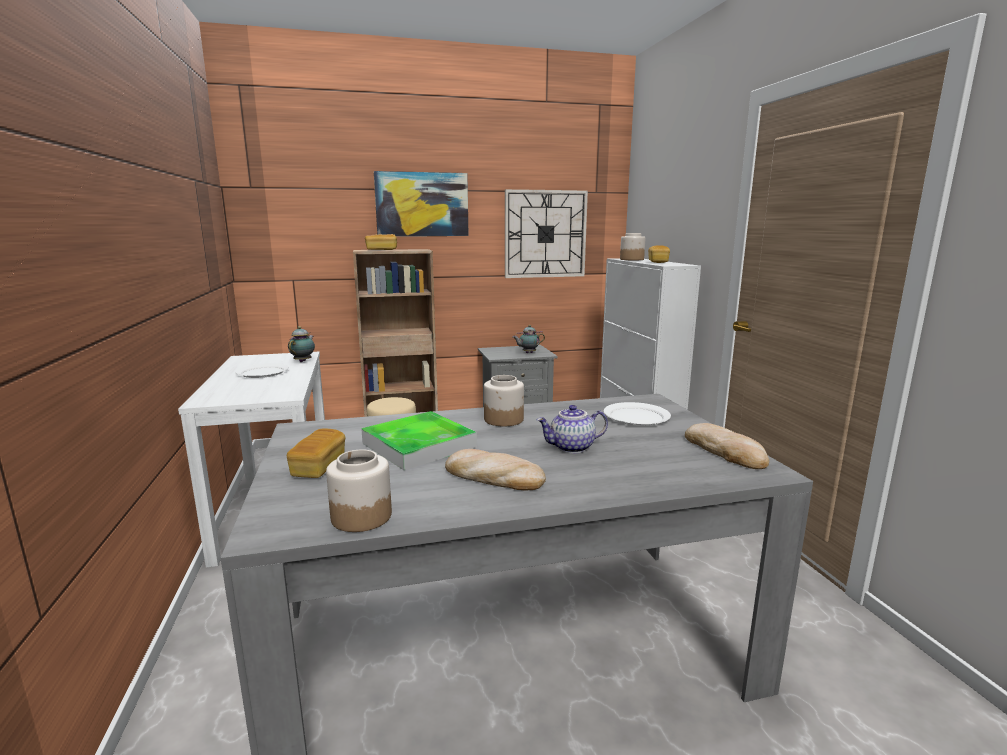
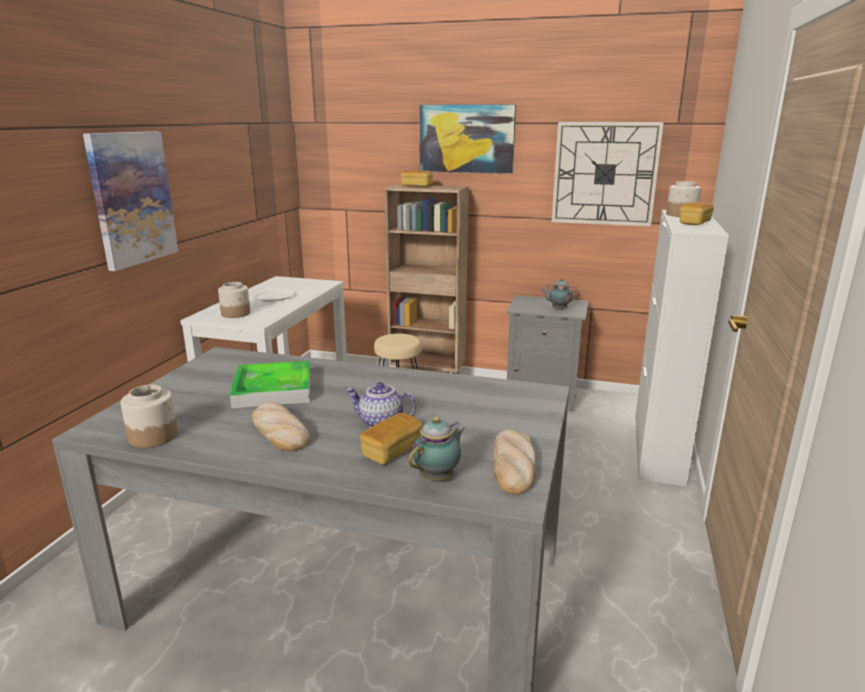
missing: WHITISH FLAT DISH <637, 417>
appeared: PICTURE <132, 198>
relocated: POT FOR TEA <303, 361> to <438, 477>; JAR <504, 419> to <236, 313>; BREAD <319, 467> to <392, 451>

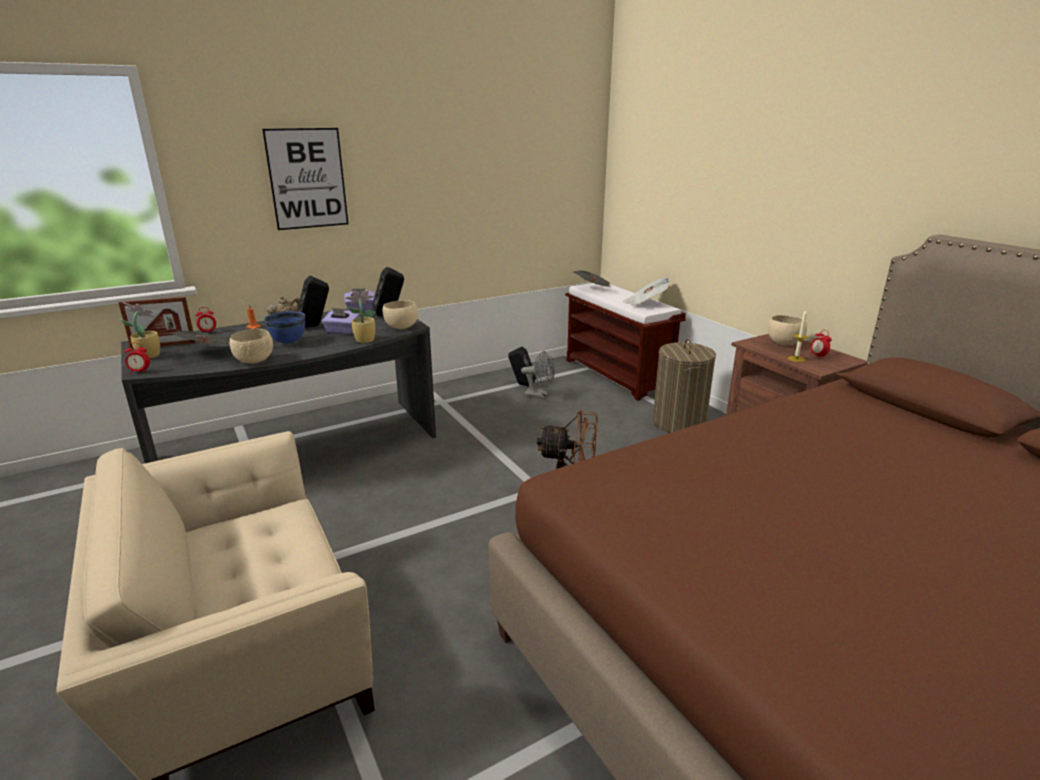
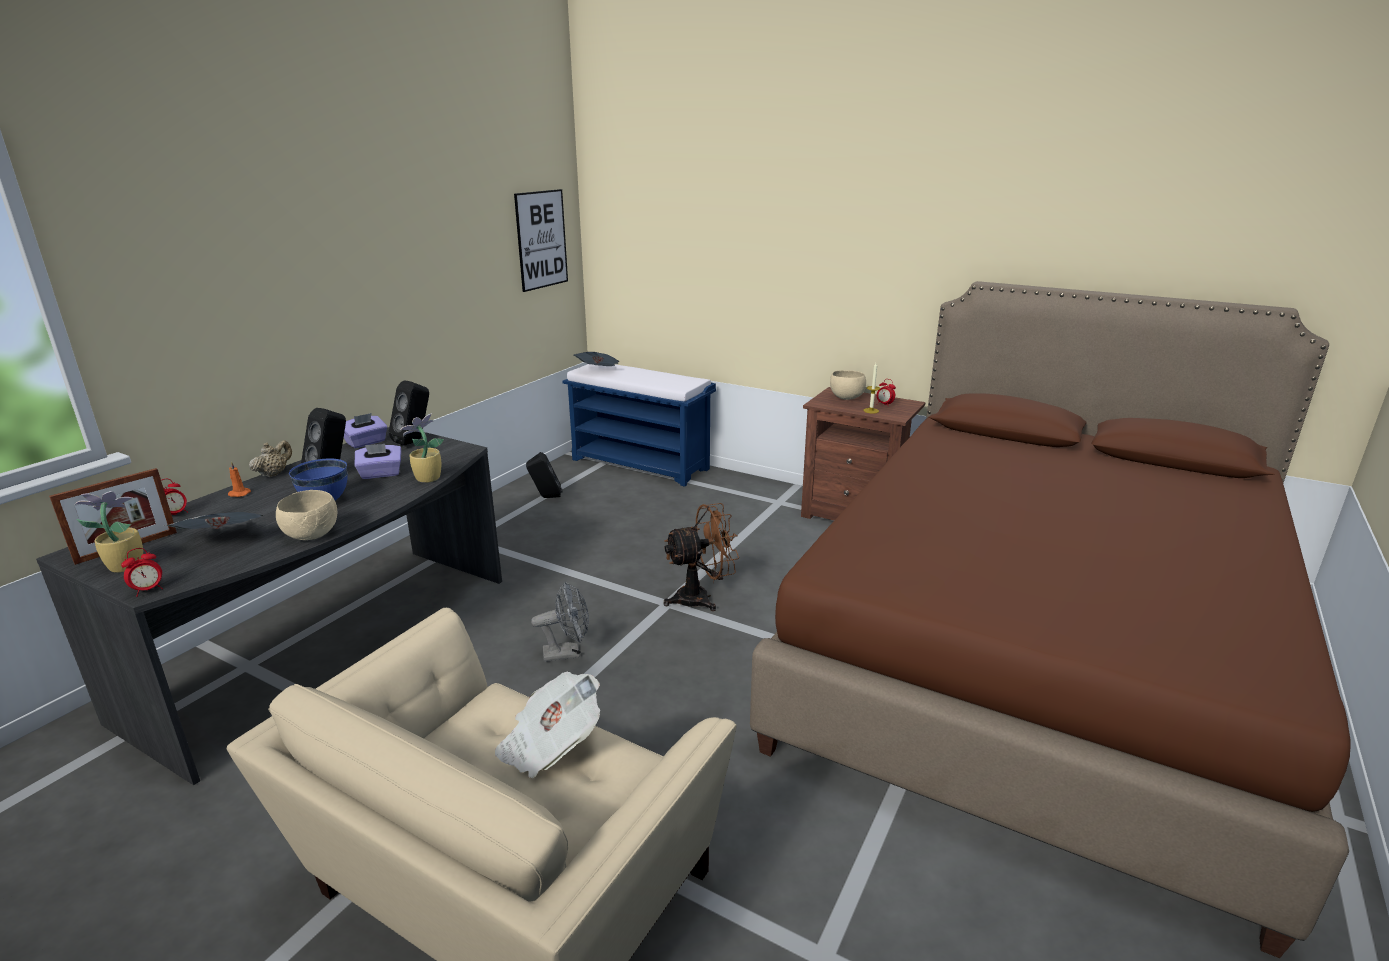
missing: SAND-COLOURED BOWL <400, 328>; HAMPER <678, 423>
relocated: PICTURE <307, 179> to <541, 239>; PRINTED PAPER <645, 303> to <550, 745>; GRAY ELECTRIC FAN <539, 395> to <567, 653>
colour: BROWNISH BENCH <617, 375> to BLUE BENCH <641, 464>

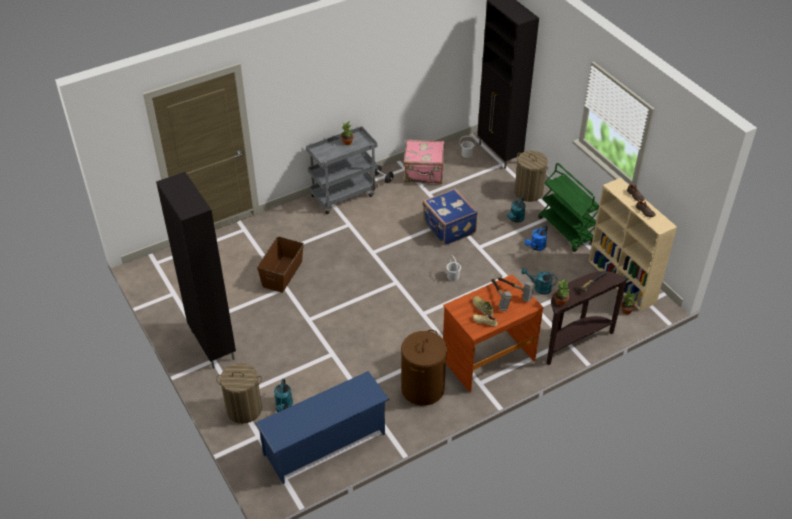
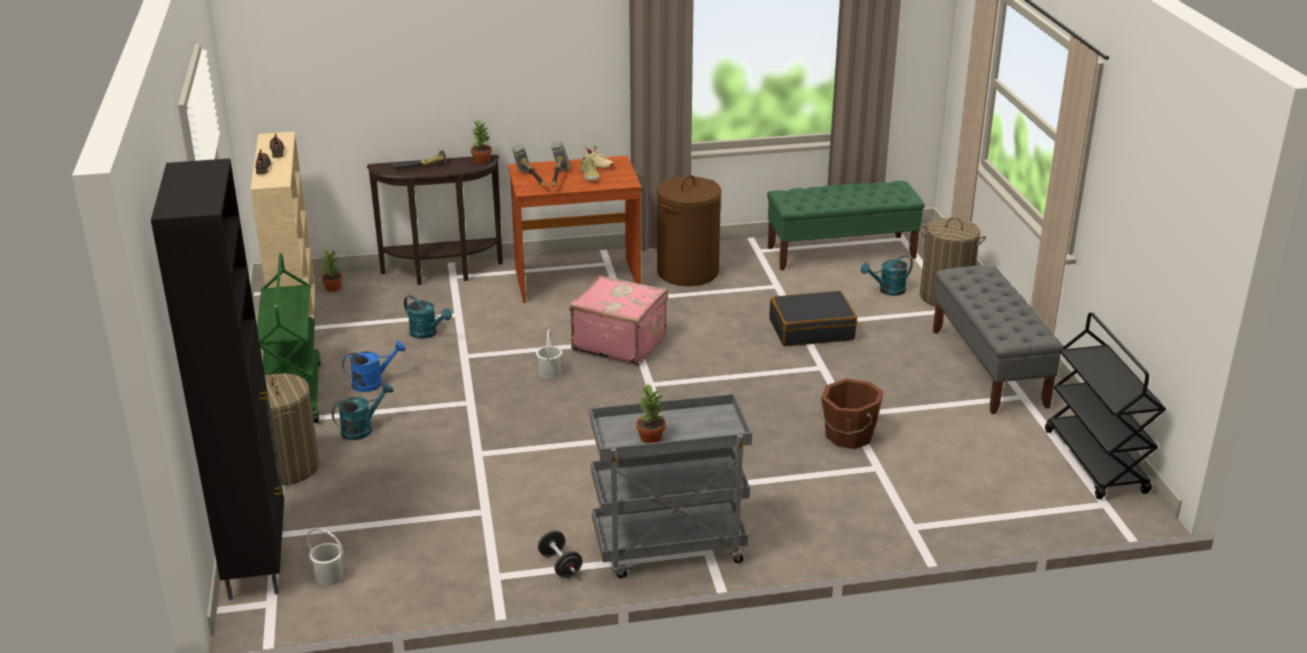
missing: BLUE SUITCASE <448, 228>
appeared: BLACKISH SUITCASE <811, 329>; BLACKISH WHEELED CART <1096, 462>
relocated: PINKISH SUITCASE <424, 173> to <619, 342>
exchanged: BLACKISH CABINET <212, 344> to GRAY BENCH <989, 368>; BROWNISH STORAGE CONTAINER <283, 273> to BROWNISH WATER BUCKET <848, 436>; BLUE SHOE SHELF <325, 444> to GREEN-COLOURED BENCH <841, 252>
spun: TURQUOISE-COLOURED SPRINKLING CAN <284, 405> = <887, 290> 135 degrees counterclockwise

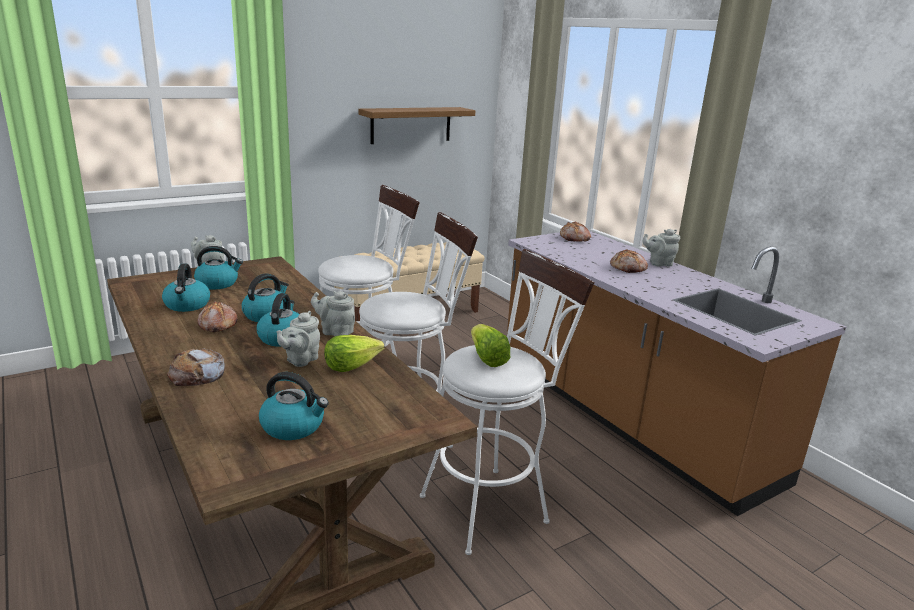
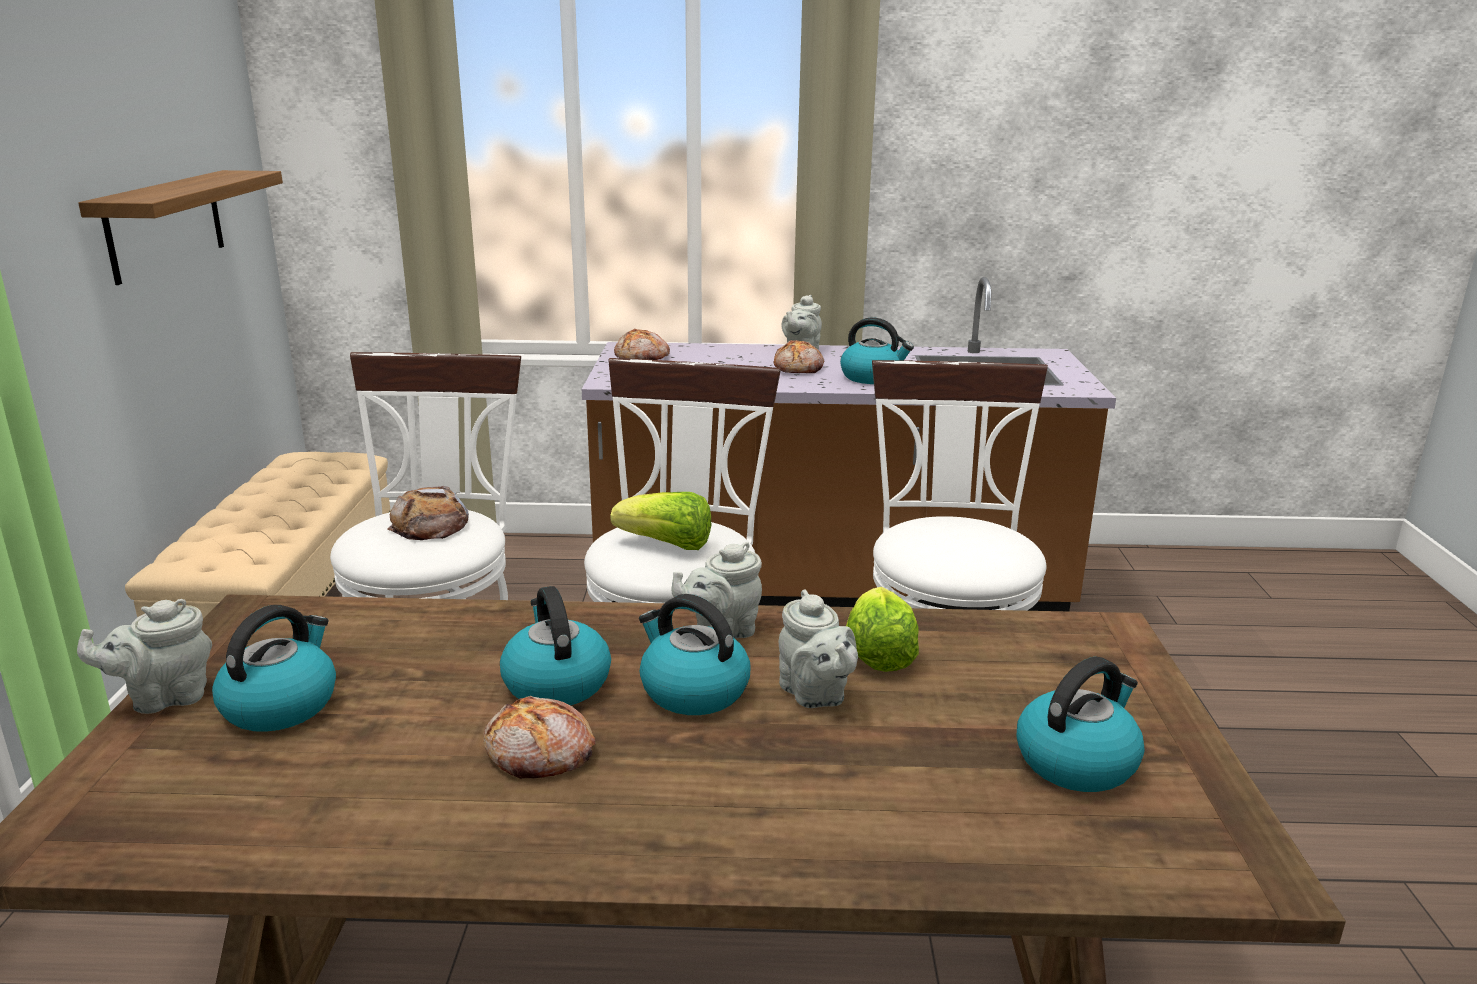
relocated: TEA KETTLE <187, 305> to <872, 377>; LETTUCE <487, 358> to <667, 545>; BREAD <197, 374> to <430, 524>

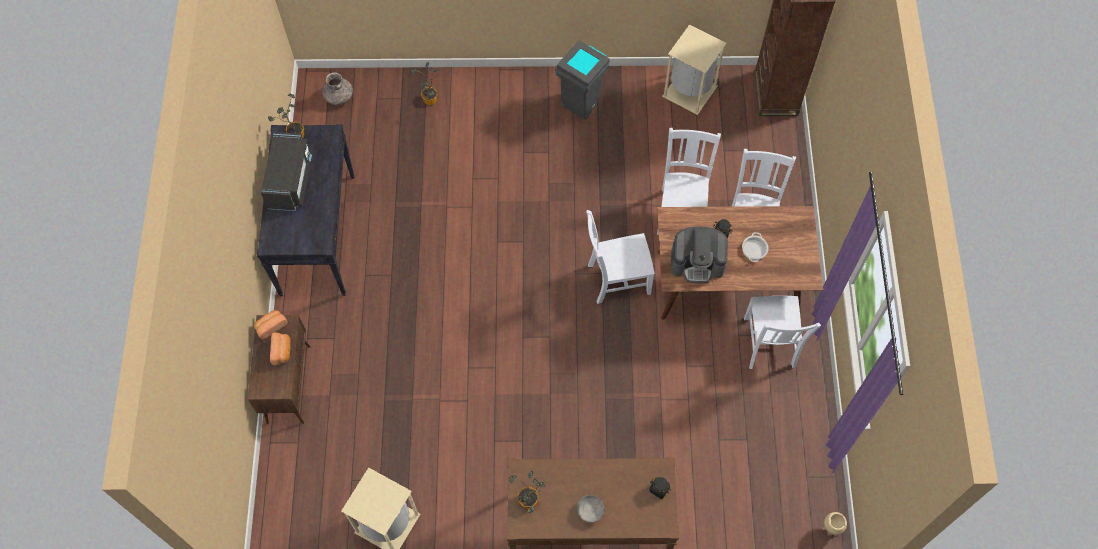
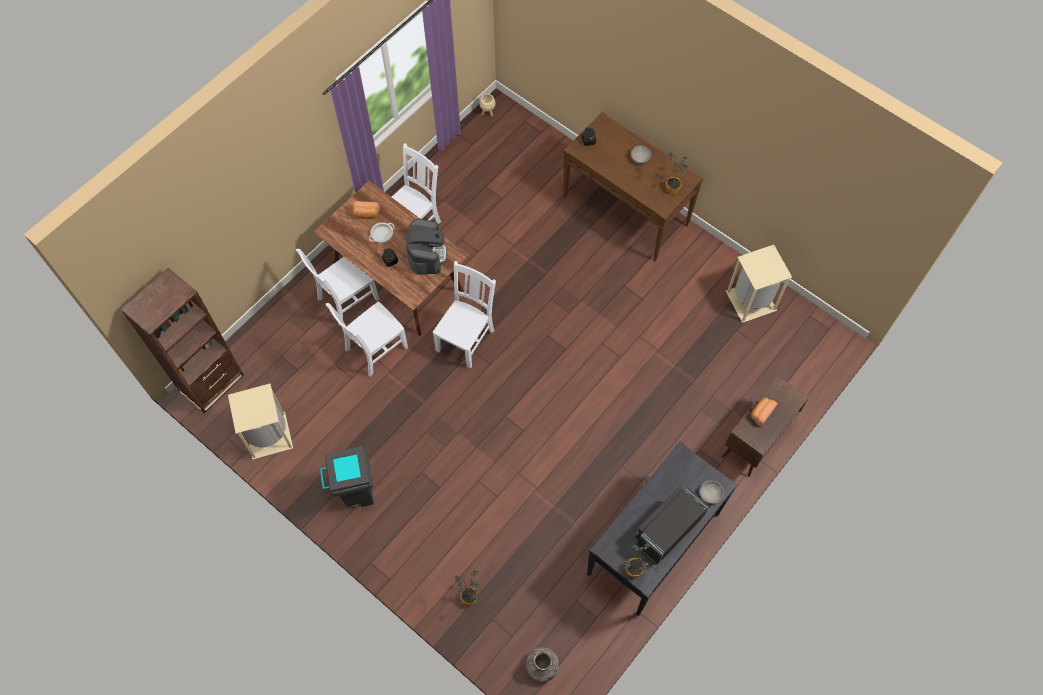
appeared: GRAY BOWL <710, 494>
relocated: BREAD <271, 326> to <366, 214>
spun: WHITISH UPRIGHT CHAIR <616, 279> = <466, 338> 90 degrees counterclockwise; COFFEE BREWER <697, 262> = <426, 254> 45 degrees clockwise

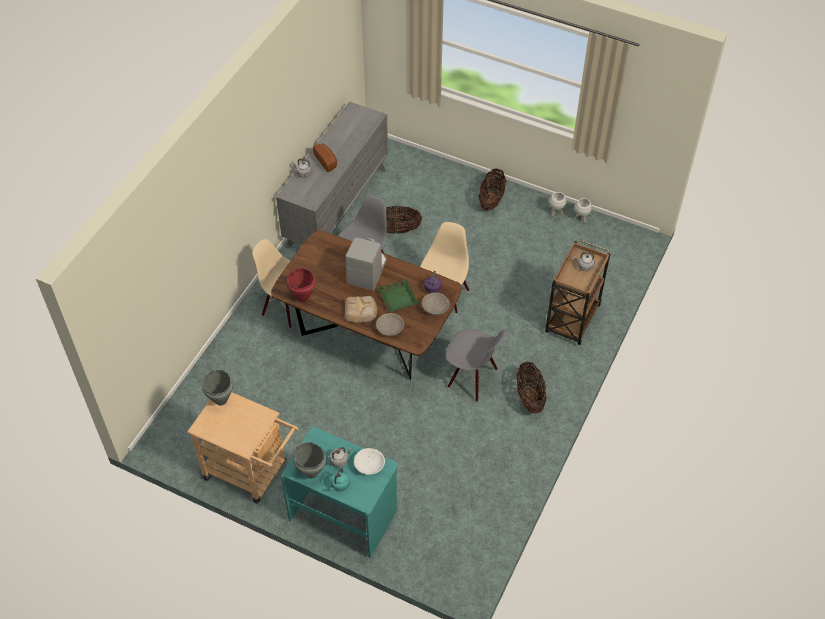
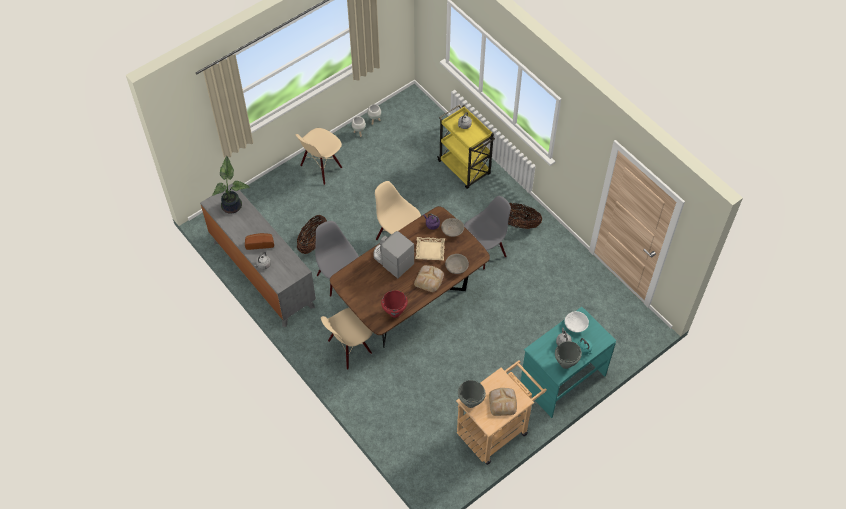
appeared: POTTED PLANT <233, 205>; BREAD <503, 402>
exchanged: BASKET <491, 200> to SAND-COLOURED UPRIGHT CHAIR <321, 167>
colour: BROWNISH WHEELED CART <572, 320> to YELLOWISH WHEELED CART <464, 168>; GREEN-COLOURED CARRYING TRAY <398, 298> to SAND-COLOURED CARRYING TRAY <430, 250>

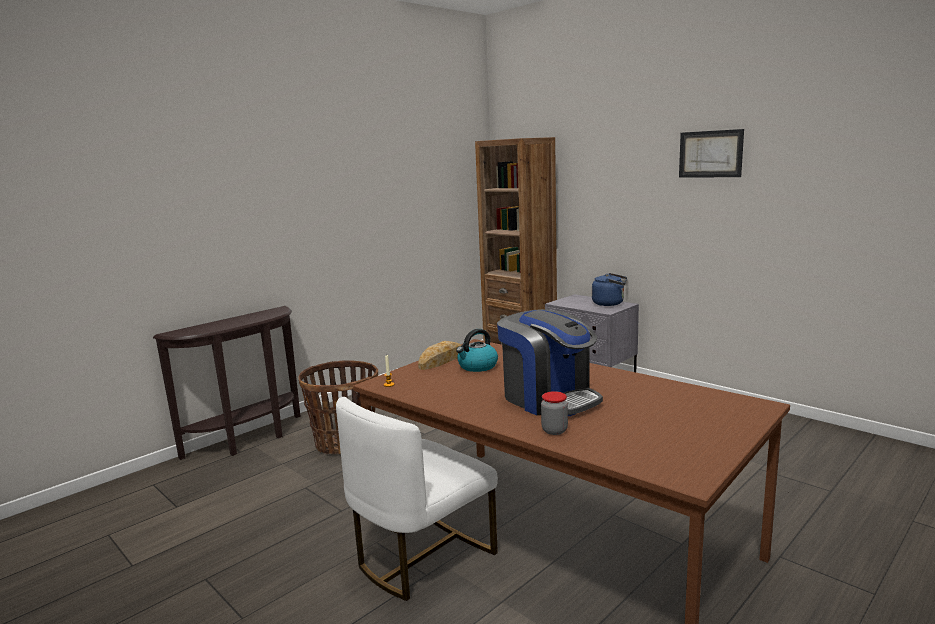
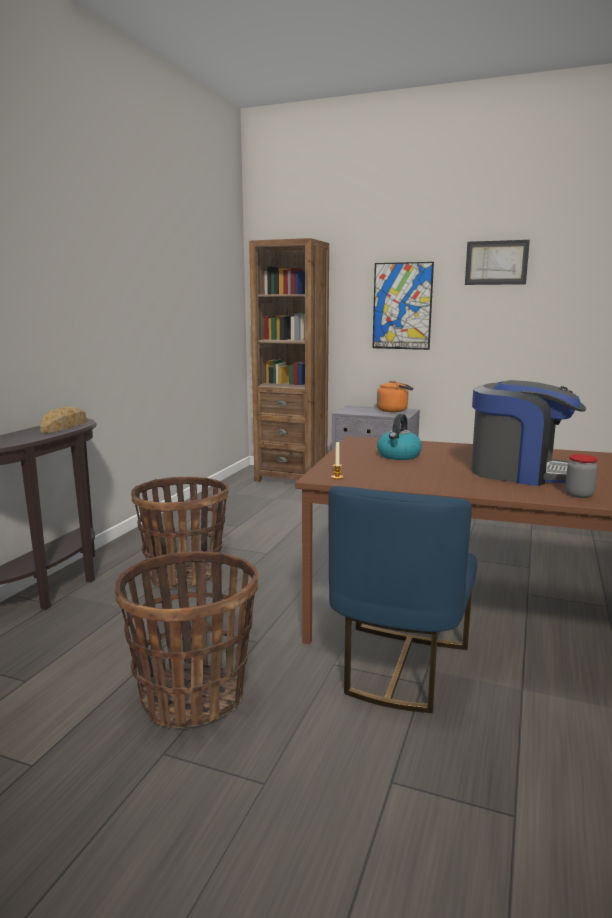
appeared: PICTURE <402, 306>; BASKET <193, 697>
relocated: BREAD <441, 360> to <64, 426>
colour: BLUE TEA KETTLE <610, 303> to ORANGEY TEA KETTLE <394, 410>; WHITISH UPRIGHT CHAIR <422, 557> to BLUE UPRIGHT CHAIR <399, 667>

